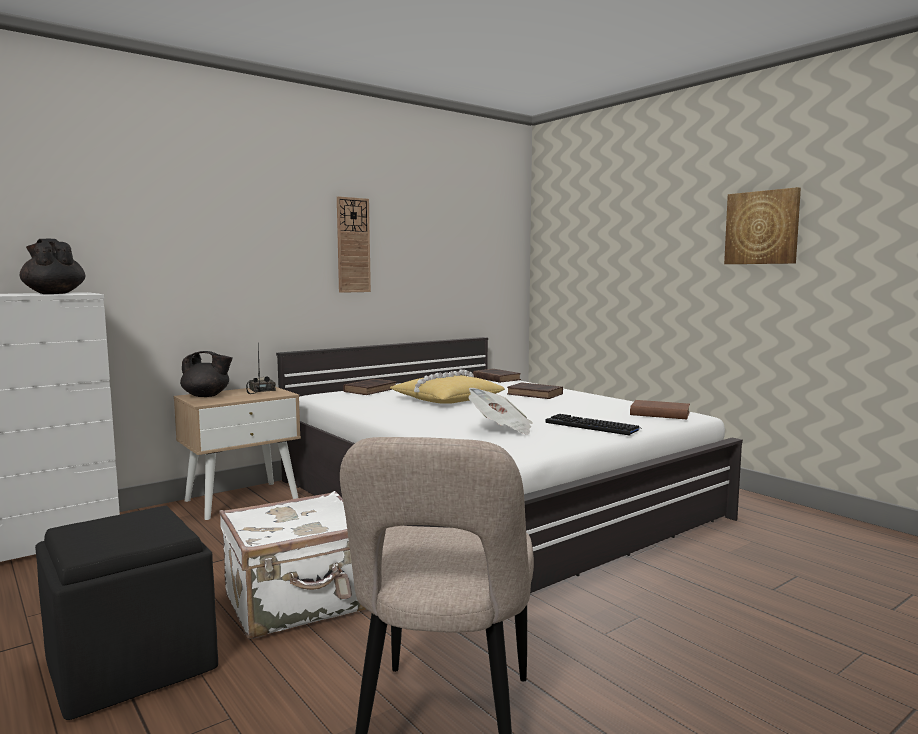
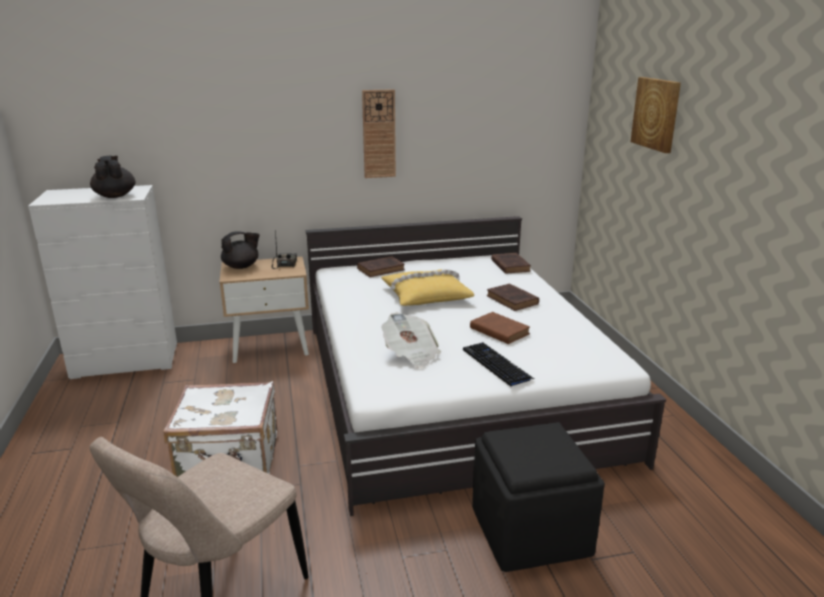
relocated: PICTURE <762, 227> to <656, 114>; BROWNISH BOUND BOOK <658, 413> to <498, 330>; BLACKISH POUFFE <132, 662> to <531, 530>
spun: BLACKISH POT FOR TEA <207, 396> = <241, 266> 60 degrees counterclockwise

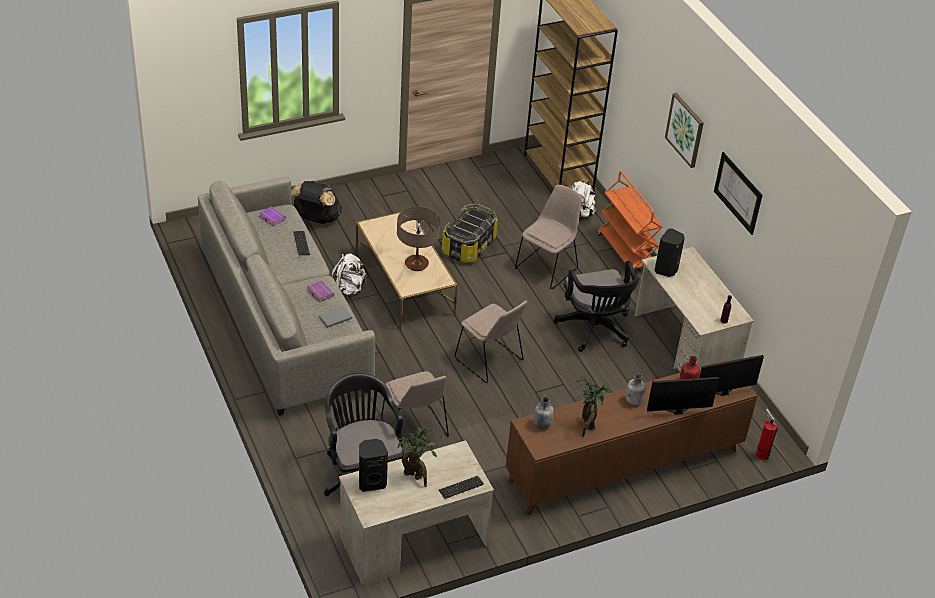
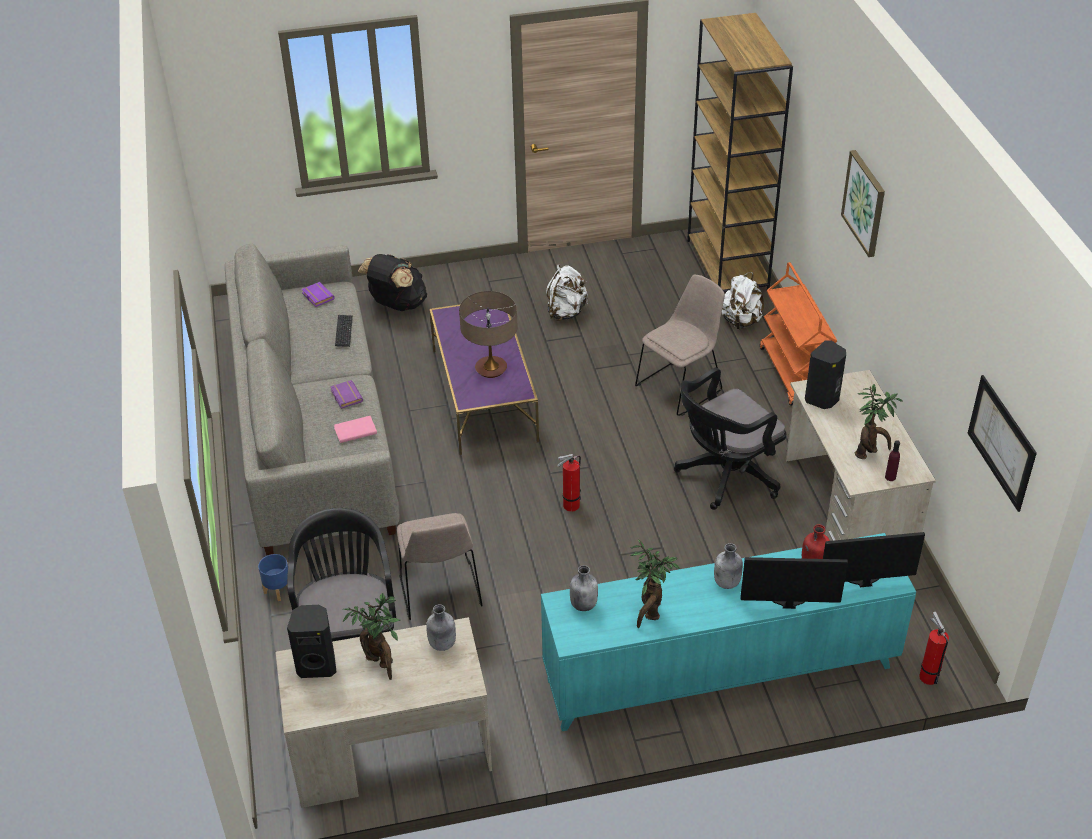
missing: STORAGE CONTAINER <469, 246>; PC KEYBOARD <461, 488>
appeared: POTTED PLANT <869, 452>; BLUE FLOWER POT <277, 590>; GRAY BOTTLE <442, 644>
relocated: PICTURE <738, 193> to <1001, 442>; WHITISH BACKPACK <349, 290> to <566, 312>
exchanged: SAND-COLOURED UPRIGHT CHAIR <490, 361> to FIRE-FIGHTING CYLINDER <569, 506>
colour: SAND-COLOURED LOW TABLE <404, 283> to PURPLE LOW TABLE <484, 394>; GRAY BOUND BOOK <334, 317> to PINKISH BOUND BOOK <354, 430>; BROWNISH CABINET <624, 466> to TURQUOISE-COLOURED CABINET <720, 674>
spun: BLACKISH DESK CHAIR <595, 330> = <725, 476> 60 degrees clockwise

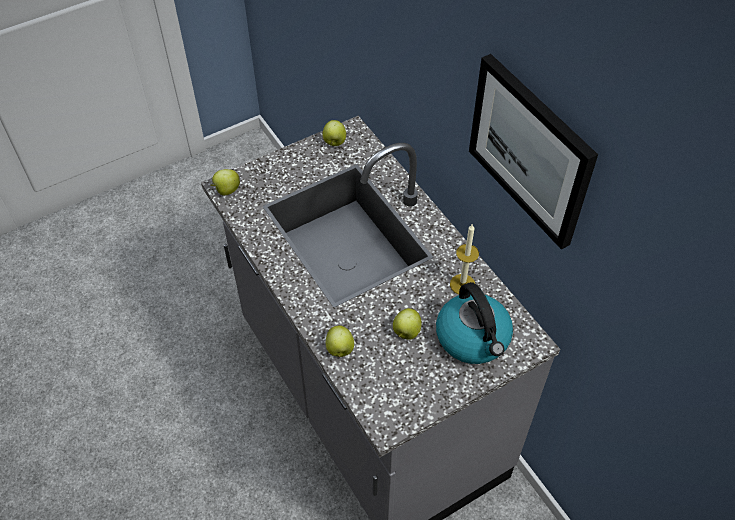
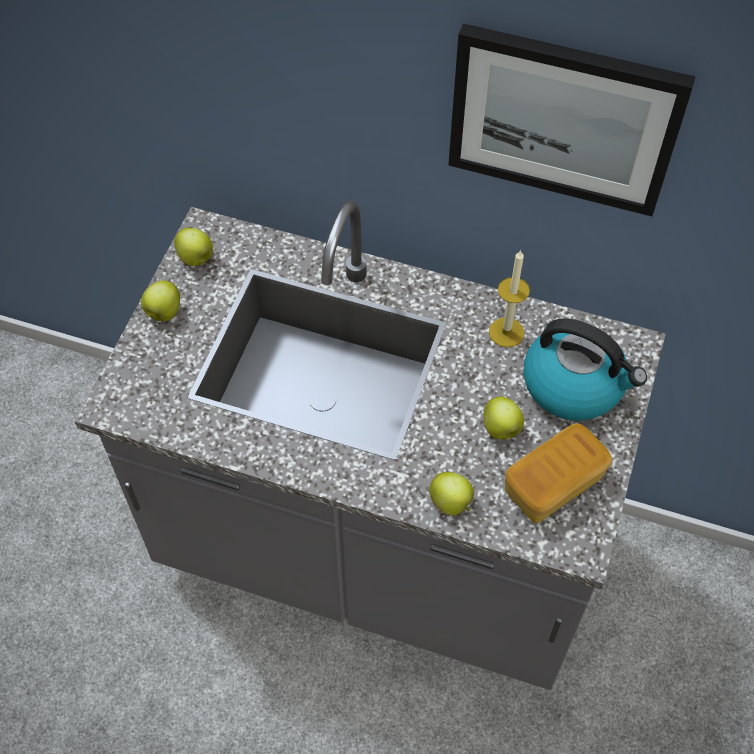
appeared: BREAD <553, 484>
relocated: APPLE FRUIT <226, 190> to <163, 313>

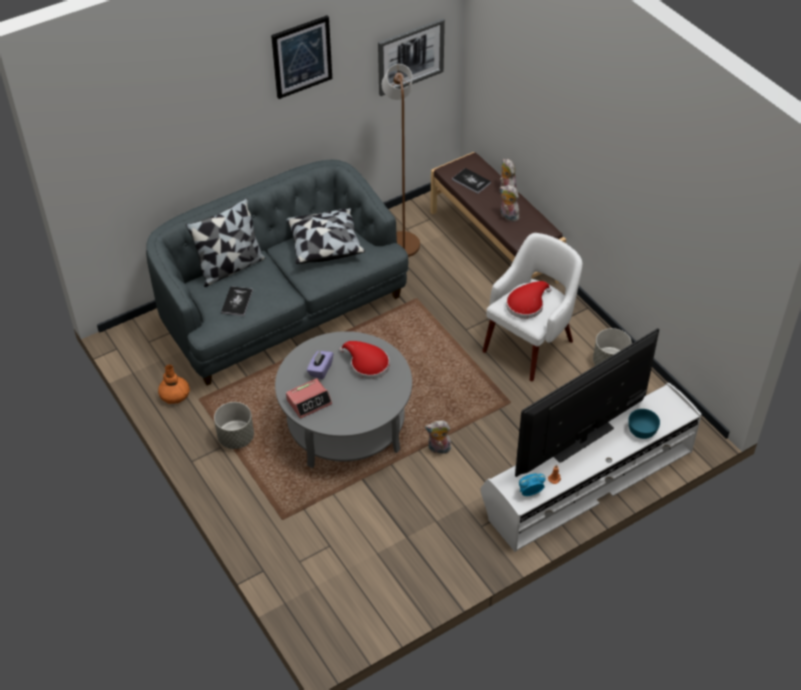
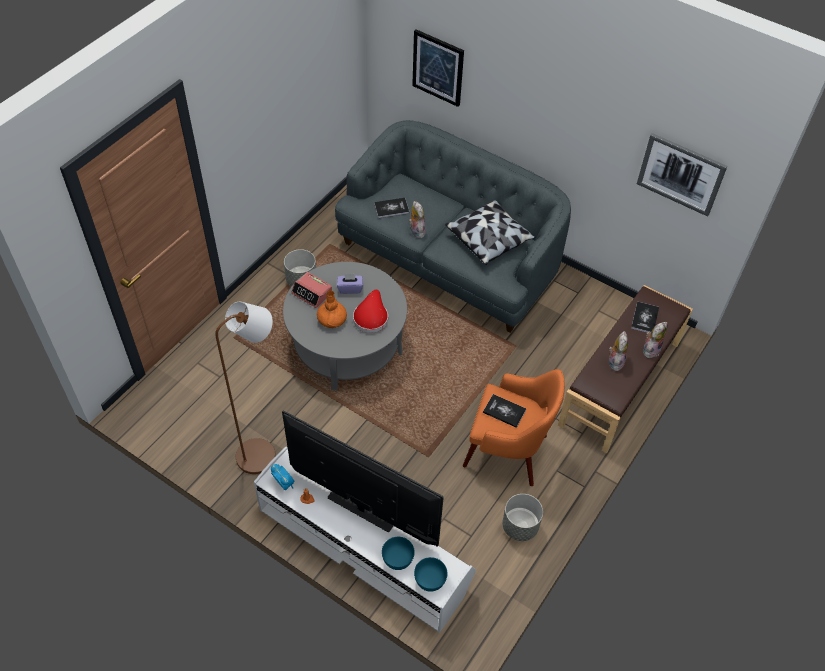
missing: CUSHION <230, 267>
appeared: TURQUOISE-COLOURED BOWL <430, 579>
relocated: PICTURE <301, 56> to <438, 67>; BROWNISH FLOOR LAMP <401, 240> to <263, 453>; ORANGEY VASE <174, 395> to <332, 319>; PLUSH TOY <438, 449> to <416, 231>
exchanged: RED-COLOURED WEARABLE HAT <527, 304> to BOUND BOOK <504, 411>
colour: WHITISH LOUNGE CHAIR <529, 345> to ORANGEY LOUNGE CHAIR <507, 451>

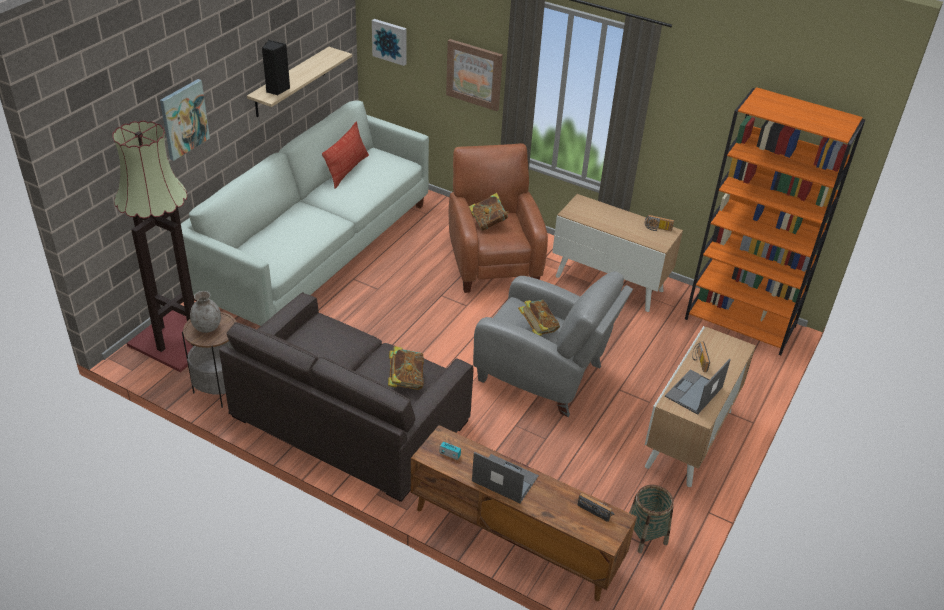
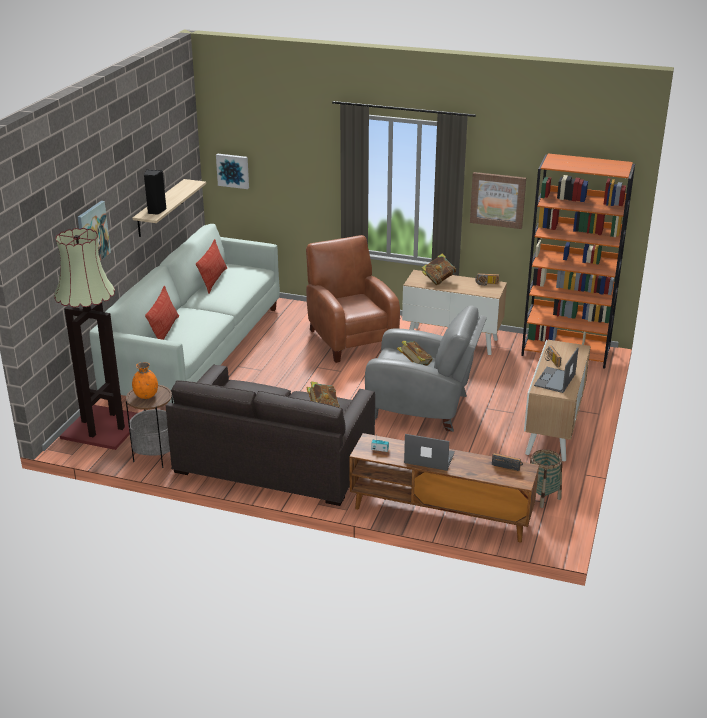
appeared: CUSHION <164, 331>
relocated: PICTURE <474, 74> to <498, 200>; BOUND BOOK <488, 223> to <438, 280>
colour: GRAY VASE <207, 327> to ORANGEY VASE <146, 395>

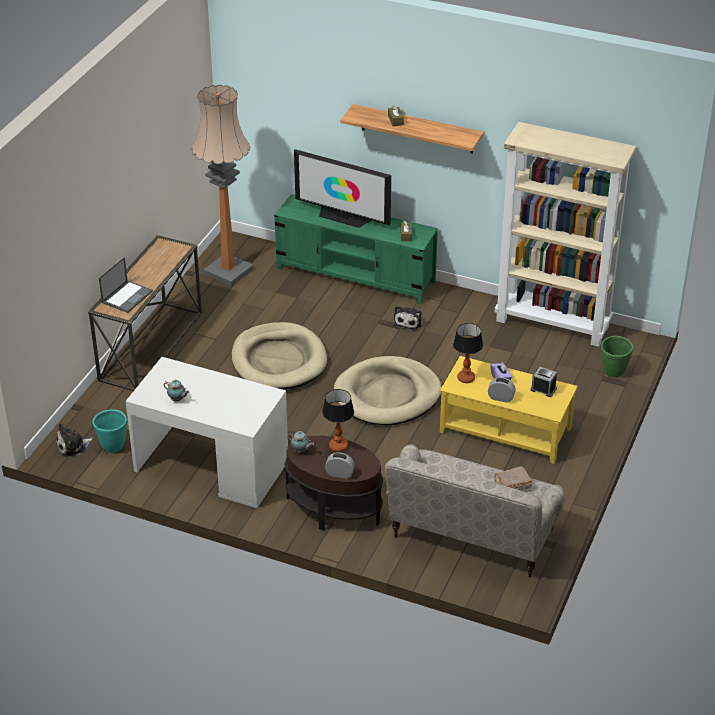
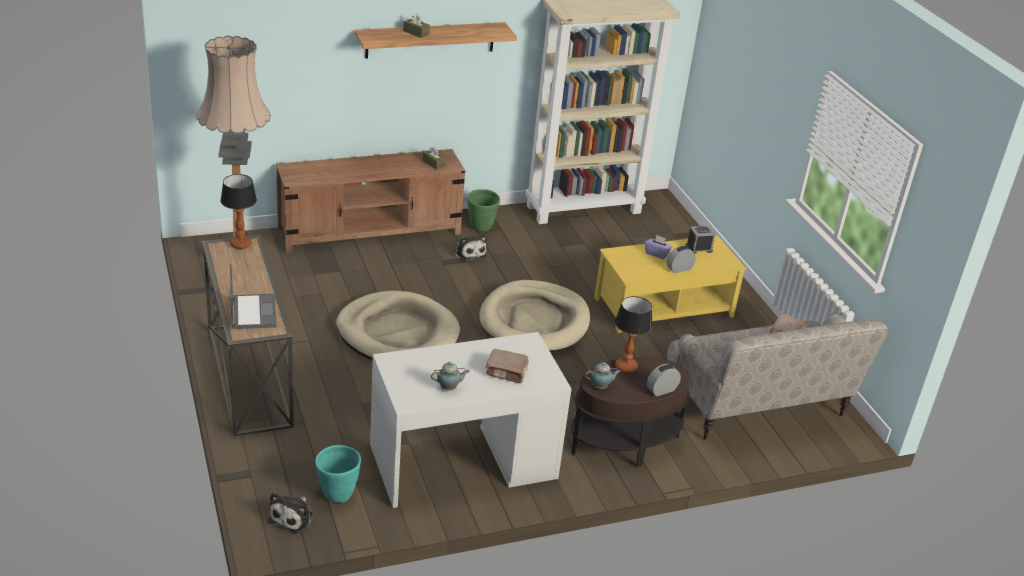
missing: TV <343, 217>
appeared: BROWNISH BOUND BOOK <507, 372>
relocated: TABLE LAMP <466, 378> to <240, 244>; GREEN-COLOURED FLOWER POT <613, 372> to <481, 227>
colour: GREEN-COLOURED TV STAND <356, 275> to BROWNISH TV STAND <370, 231>

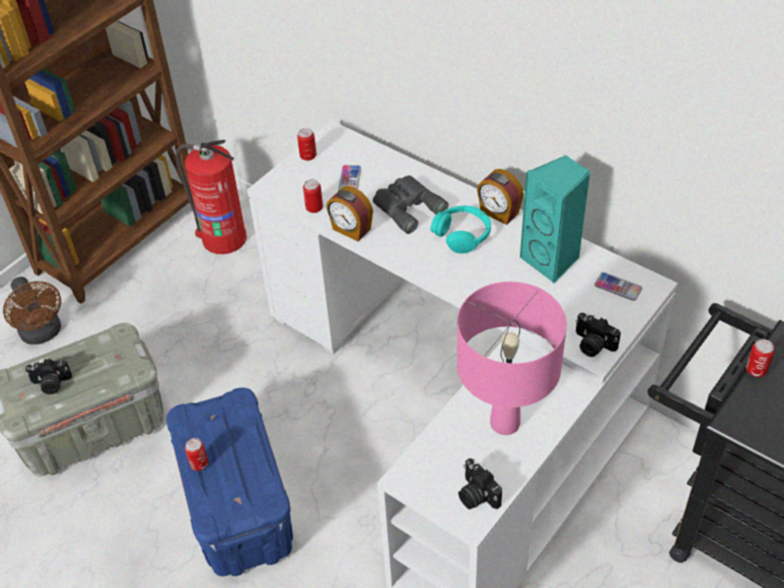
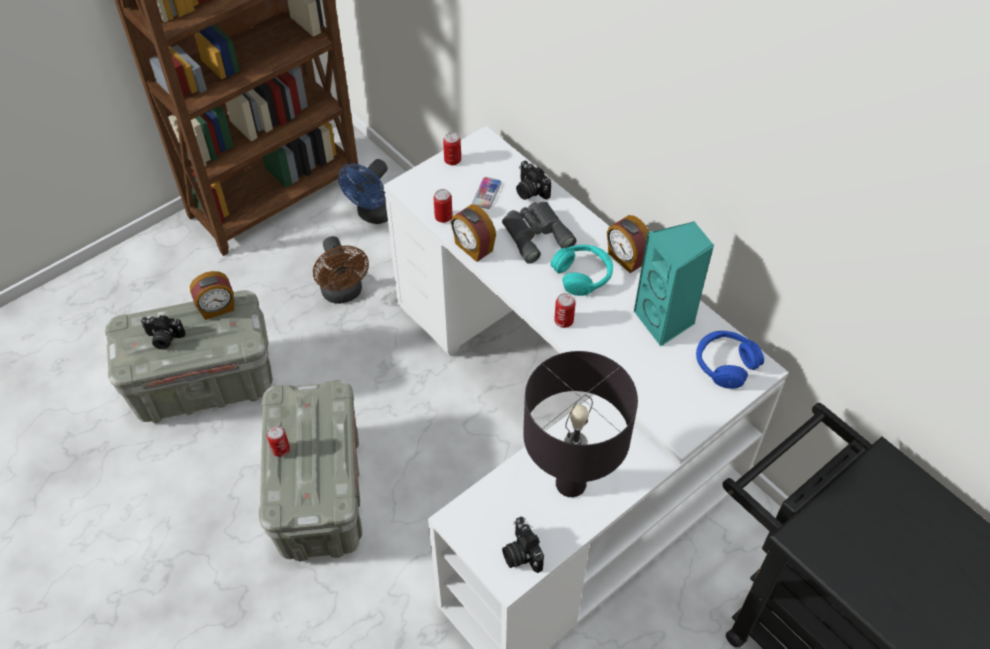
appeared: BEDSIDE CLOCK <217, 308>
relocated: BROWNISH ELECTRIC FAN <43, 334> to <344, 293>; STILL CAMERA <592, 345> to <530, 191>; SEALED CAN <756, 370> to <563, 321>
exchanged: FIRE-FIGHTING CYLINDER <223, 238> to BLUE ELECTRIC FAN <373, 215>; TELEPHONE <618, 287> to BLUE HEADPHONES <725, 364>
colour: PINKISH TABLE LAMP <504, 423> to BLACKISH TABLE LAMP <570, 484>; BLUE STORAGE CONTAINER <240, 510> to GRAY STORAGE CONTAINER <320, 496>

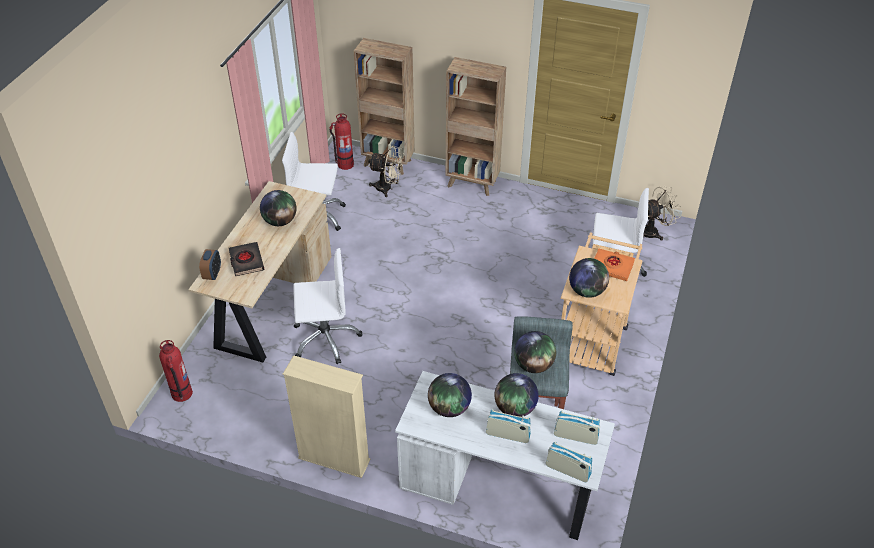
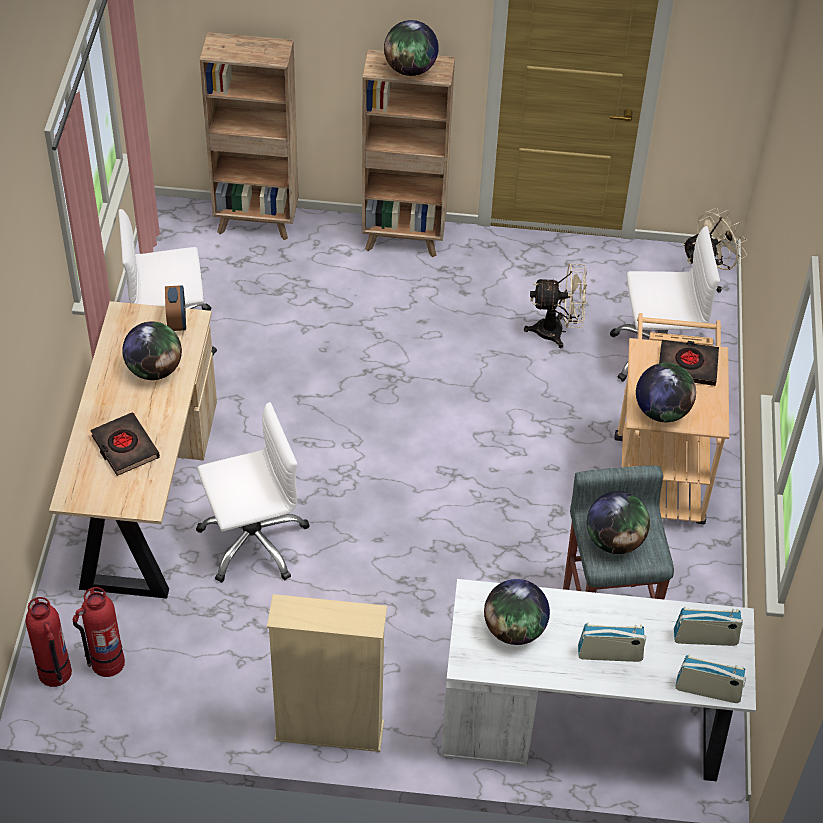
relocated: FIRE-FIGHTING CYLINDER <345, 164> to <107, 662>; SAND-COLOURED ELECTRIC FAN <387, 188> to <557, 331>; BEDSIDE CLOCK <212, 274> to <177, 322>; GLOBE <515, 408> to <410, 69>
colour: ORANGEY BOUND BOOK <612, 267> to BLACKISH BOUND BOOK <687, 366>

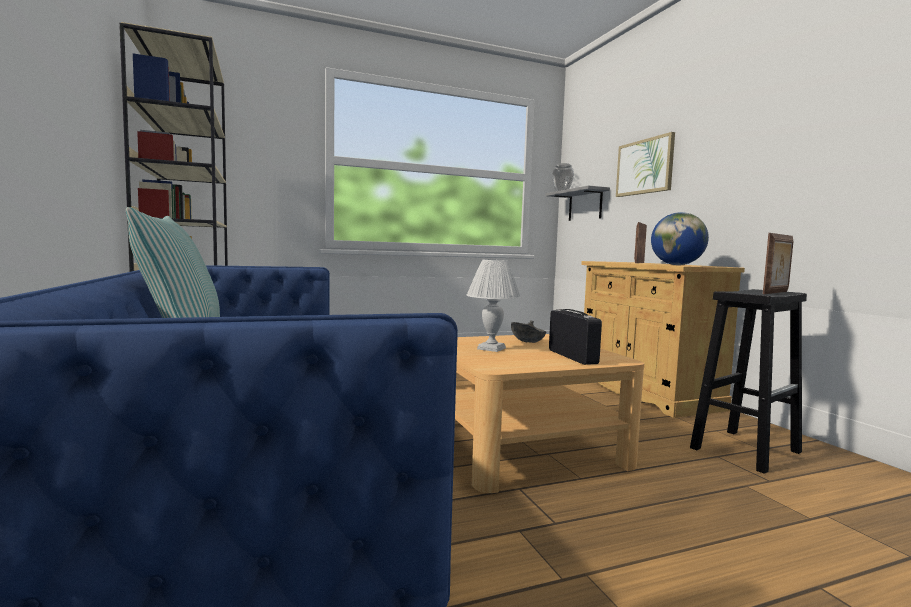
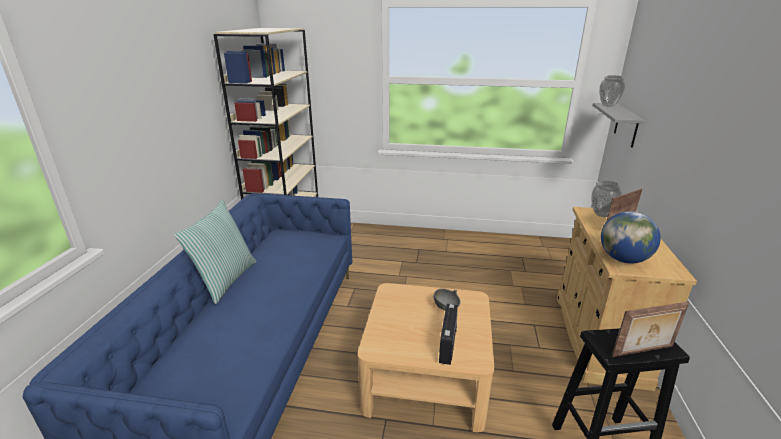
missing: PICTURE <644, 167>; WHITISH TABLE LAMP <490, 348>
appeared: VASE <601, 214>

